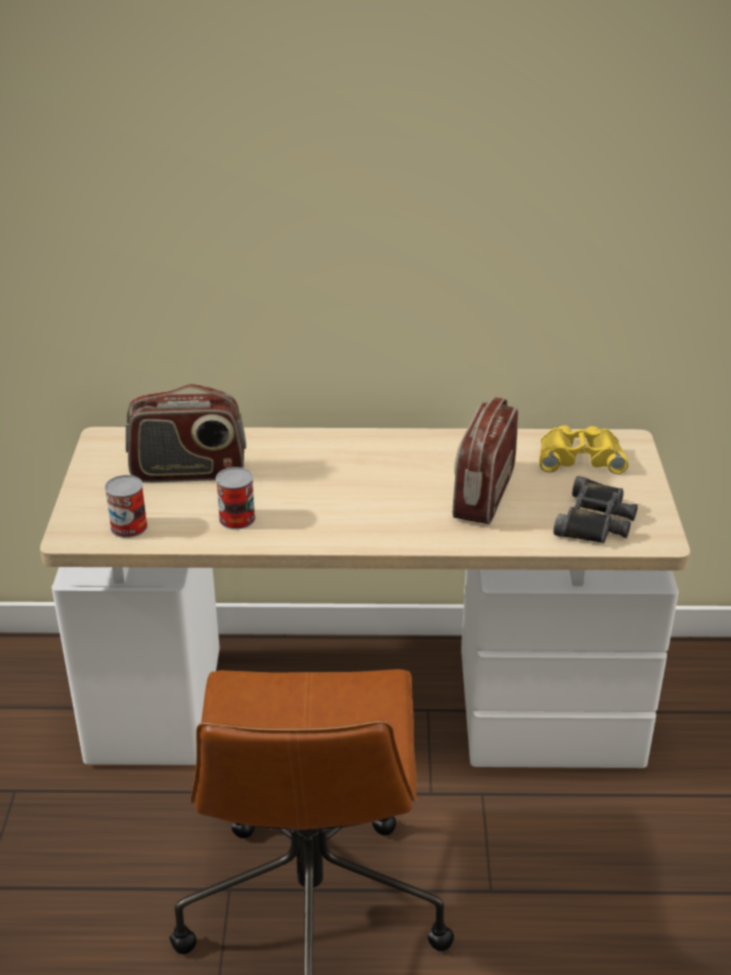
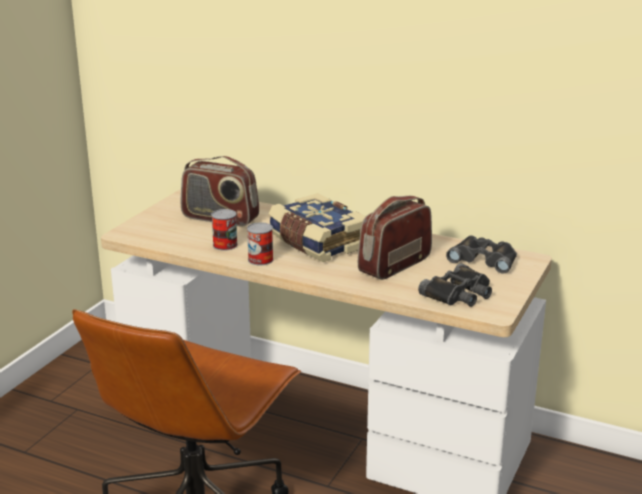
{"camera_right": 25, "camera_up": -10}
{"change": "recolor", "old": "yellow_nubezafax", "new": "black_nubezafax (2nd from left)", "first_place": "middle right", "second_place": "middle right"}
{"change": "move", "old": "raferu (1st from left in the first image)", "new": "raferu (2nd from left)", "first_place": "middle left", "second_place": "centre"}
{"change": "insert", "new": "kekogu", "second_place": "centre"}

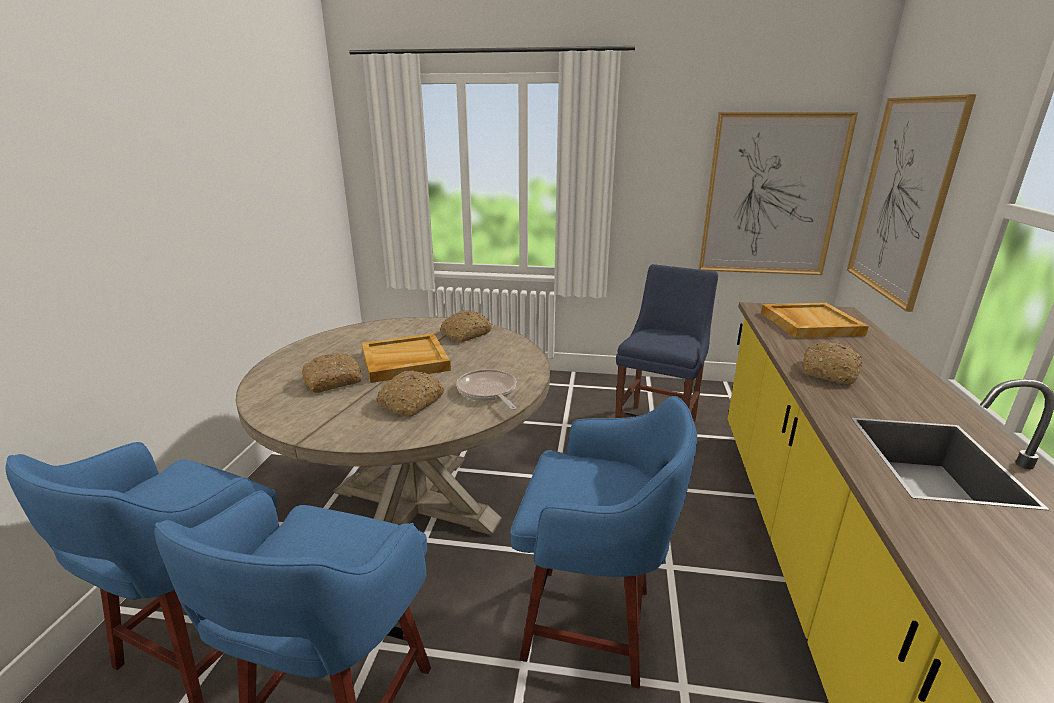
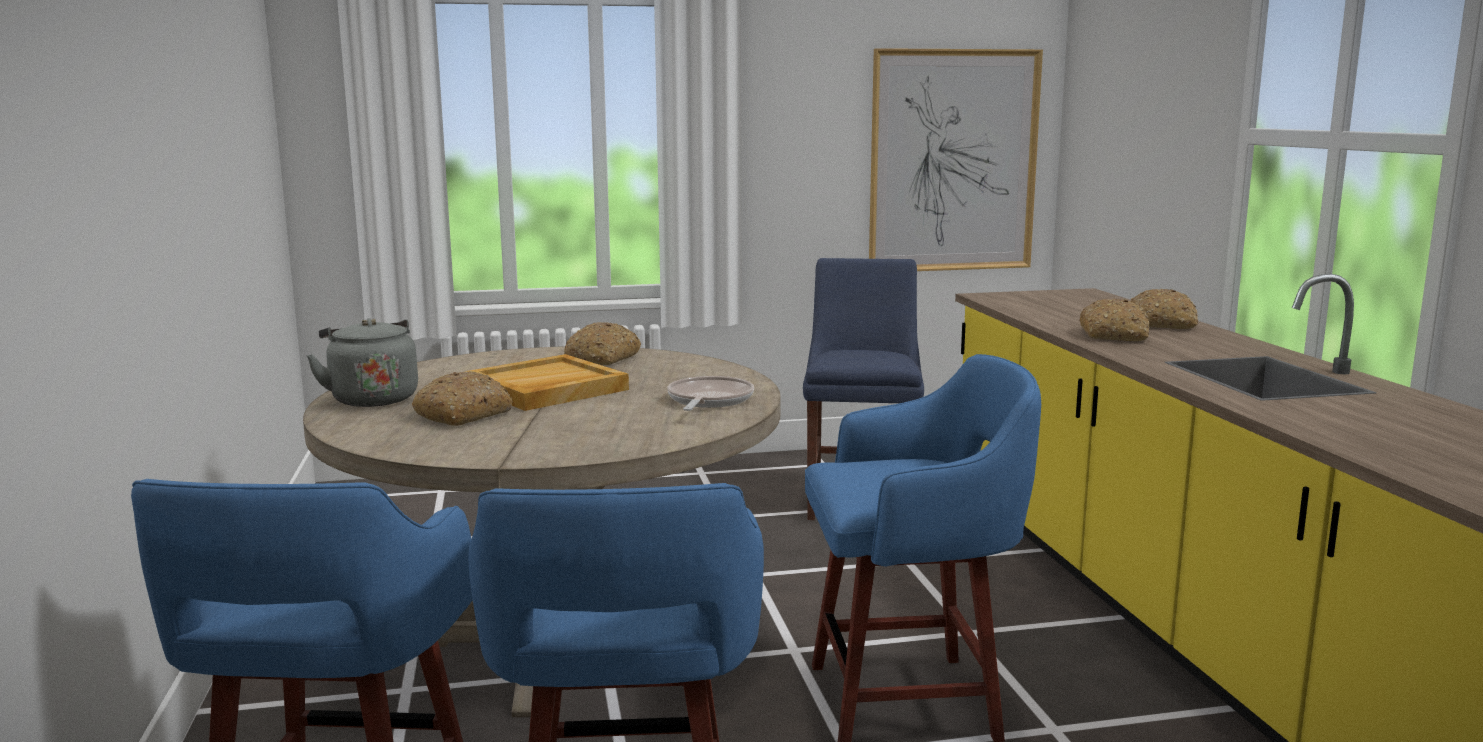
{"camera_right": -20, "camera_up": -10}
{"change": "delete", "old": "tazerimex (2nd from left)", "first_place": "top right"}
{"change": "delete", "old": "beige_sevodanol (2nd from left)", "first_place": "middle right"}
{"change": "rotate", "old": "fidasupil", "first_place": "centre", "second_place": "centre", "degrees": 60}
{"change": "move", "old": "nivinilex (2nd from left in the first image)", "new": "nivinilex (4th from left)", "first_place": "centre", "second_place": "middle right"}
{"change": "insert", "new": "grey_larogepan", "second_place": "middle left"}

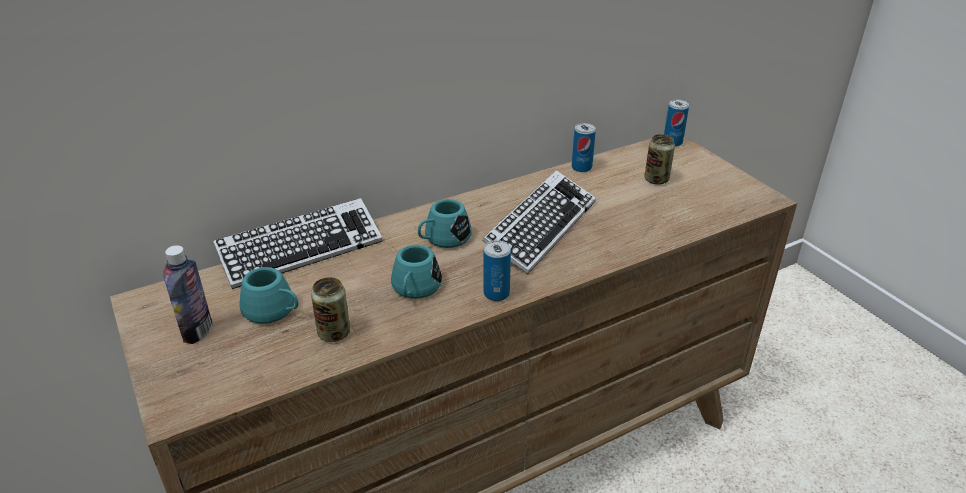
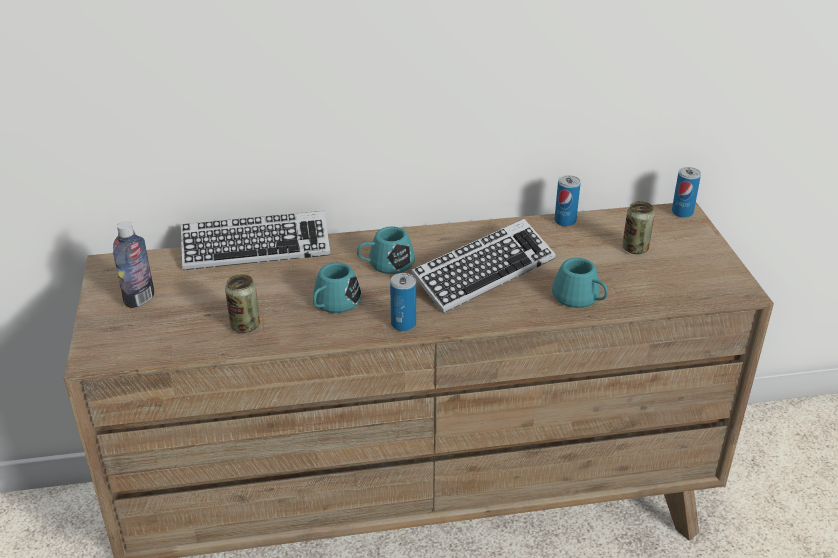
{"camera_right": 20, "camera_up": 0}
{"change": "move", "old": "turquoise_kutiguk (1st from left in the first image)", "new": "turquoise_kutiguk (3rd from left)", "first_place": "middle left", "second_place": "middle right"}

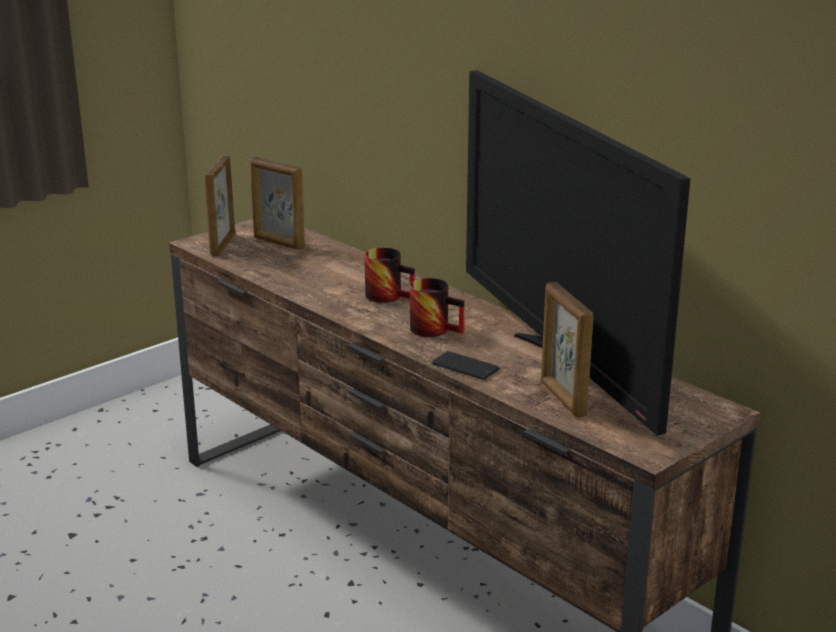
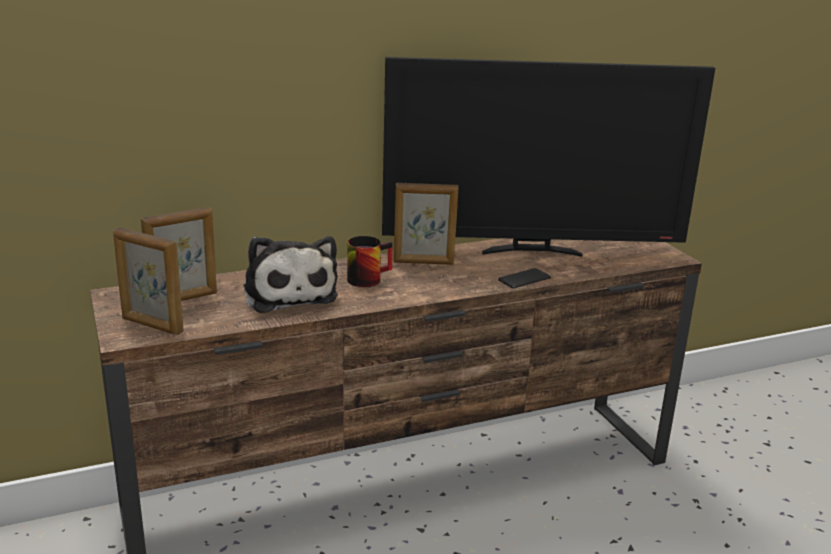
{"camera_right": -70, "camera_up": 0}
{"change": "delete", "old": "kutiguk (2nd from left)", "first_place": "centre"}
{"change": "move", "old": "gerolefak (3rd from left)", "first_place": "middle right", "second_place": "centre"}
{"change": "insert", "new": "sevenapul", "second_place": "centre"}

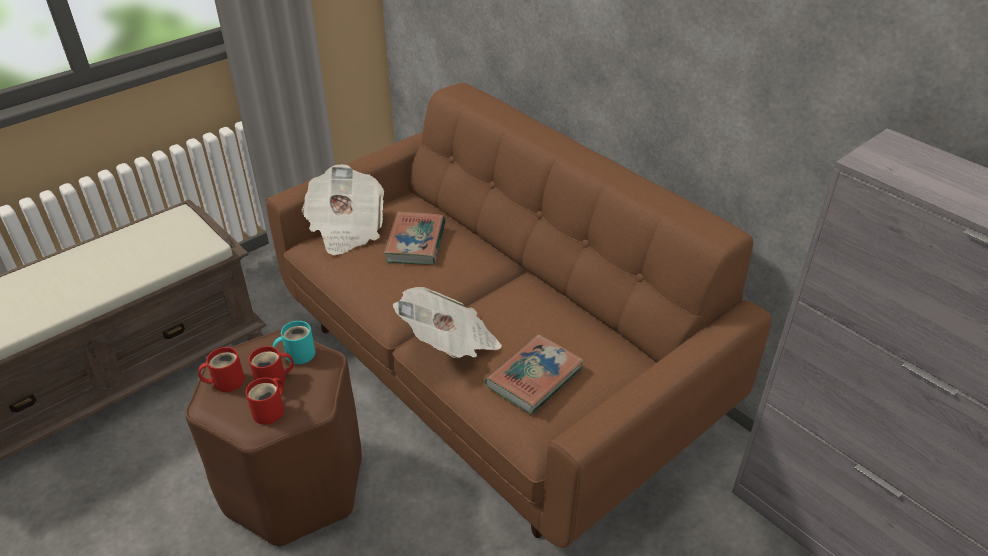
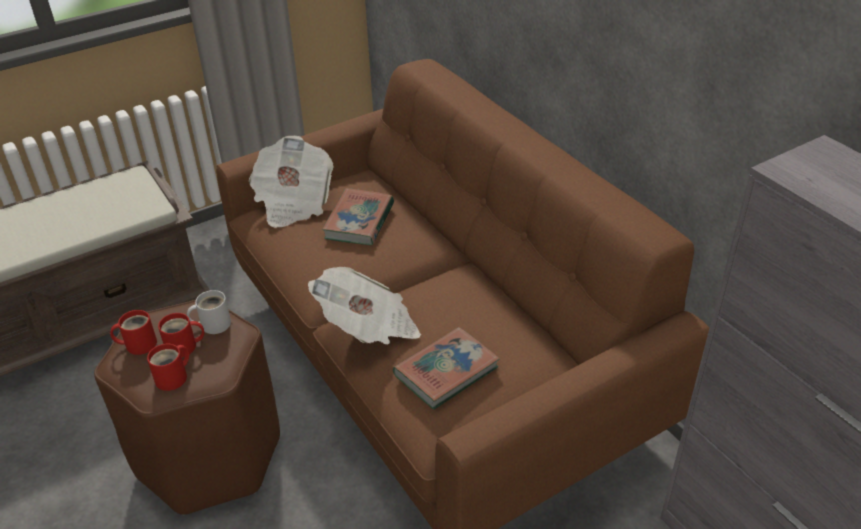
{"camera_right": 10, "camera_up": 0}
{"change": "recolor", "old": "turquoise_kutiguk", "new": "white_kutiguk", "first_place": "middle left", "second_place": "middle left"}

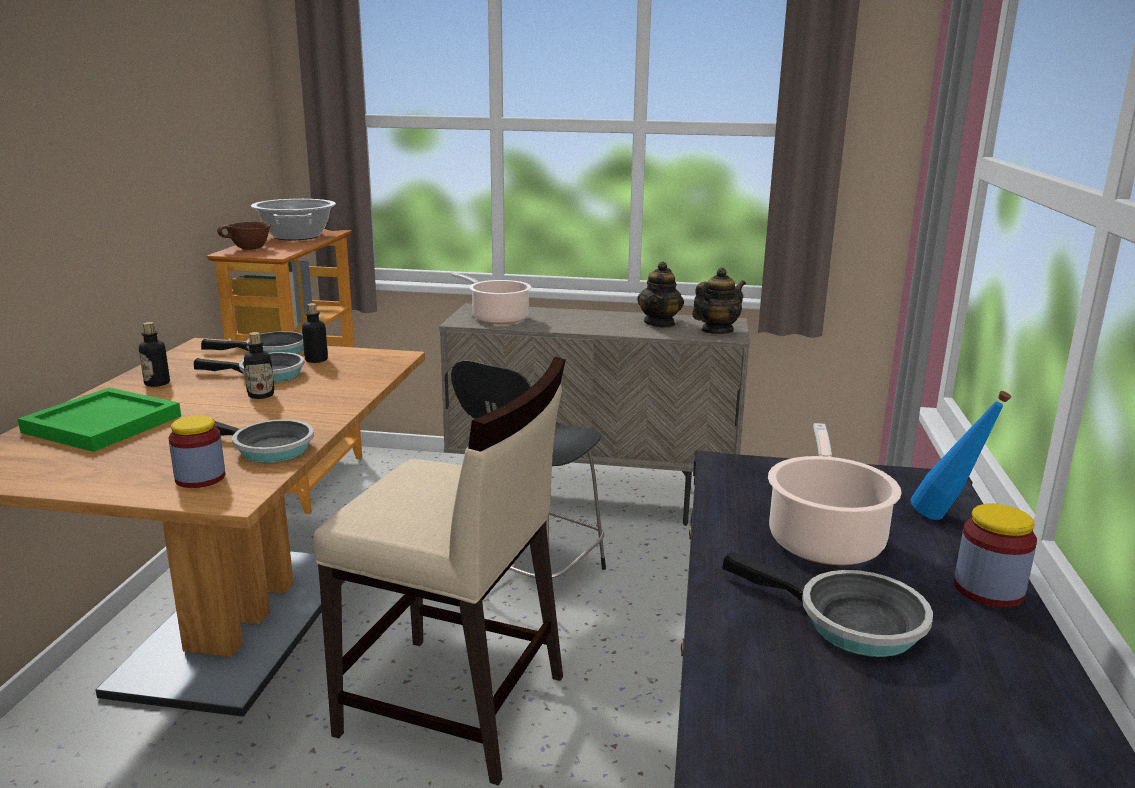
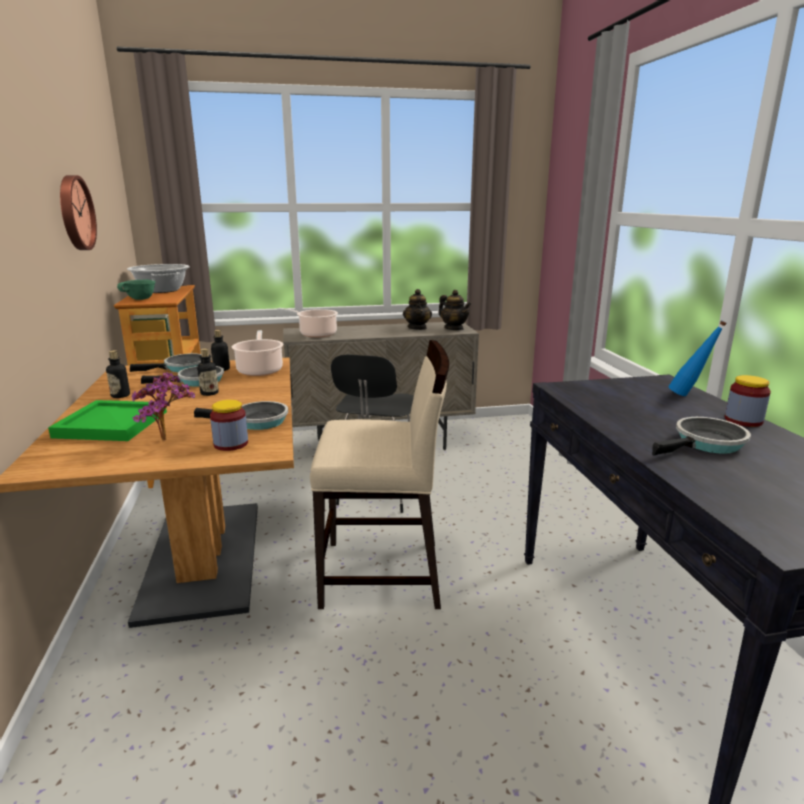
{"camera_right": -20, "camera_up": 0}
{"change": "recolor", "old": "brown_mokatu", "new": "green_mokatu", "first_place": "top left", "second_place": "middle left"}
{"change": "rotate", "old": "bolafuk (2nd from left)", "first_place": "centre", "second_place": "centre", "degrees": 105}
{"change": "move", "old": "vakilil (3rd from left in the first image)", "new": "vakilil (2nd from left)", "first_place": "middle right", "second_place": "middle left"}
{"change": "rotate", "old": "fidasupil (4th from left)", "first_place": "bottom right", "second_place": "middle right", "degrees": -45}
{"change": "insert", "new": "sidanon", "second_place": "top left"}
{"change": "insert", "new": "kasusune", "second_place": "middle left"}

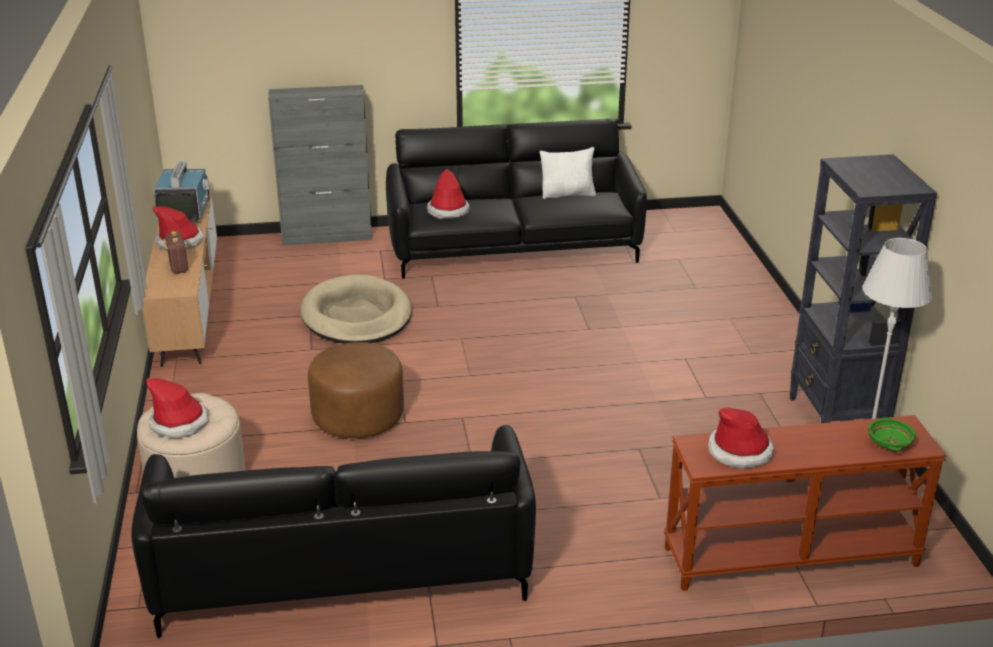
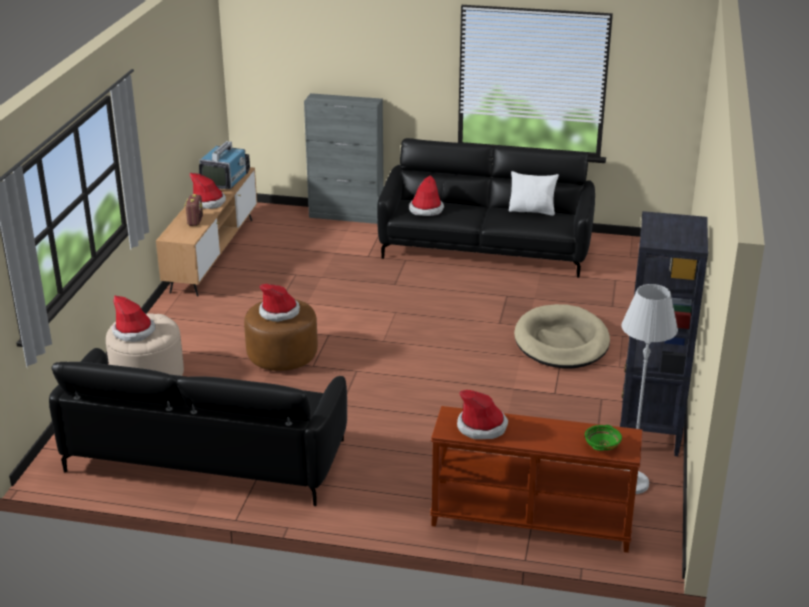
{"camera_right": 20, "camera_up": 0}
{"change": "move", "old": "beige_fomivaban", "first_place": "centre", "second_place": "middle right"}
{"change": "insert", "new": "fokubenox (3rd from left)", "second_place": "centre"}

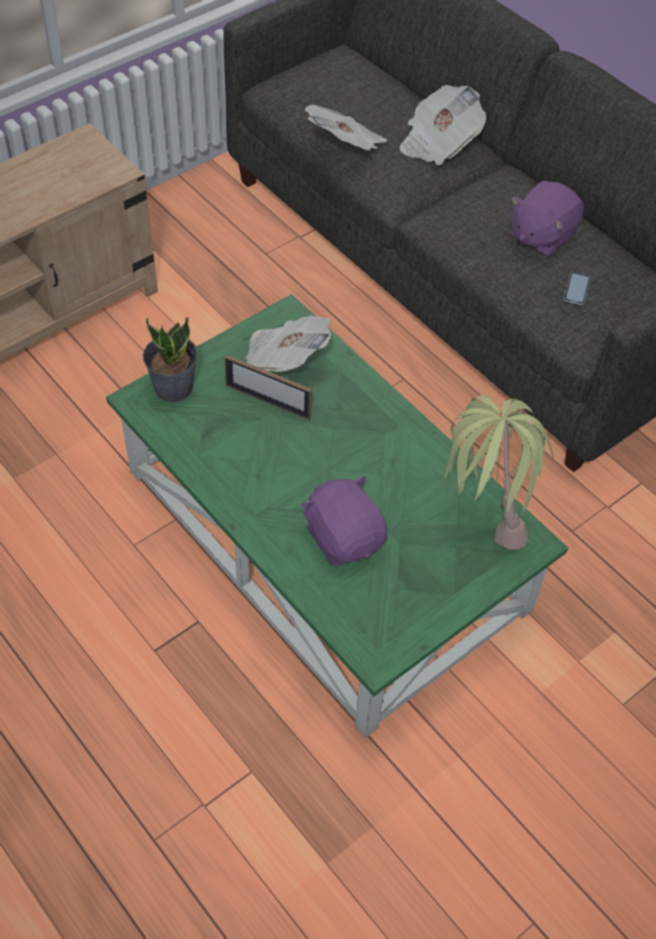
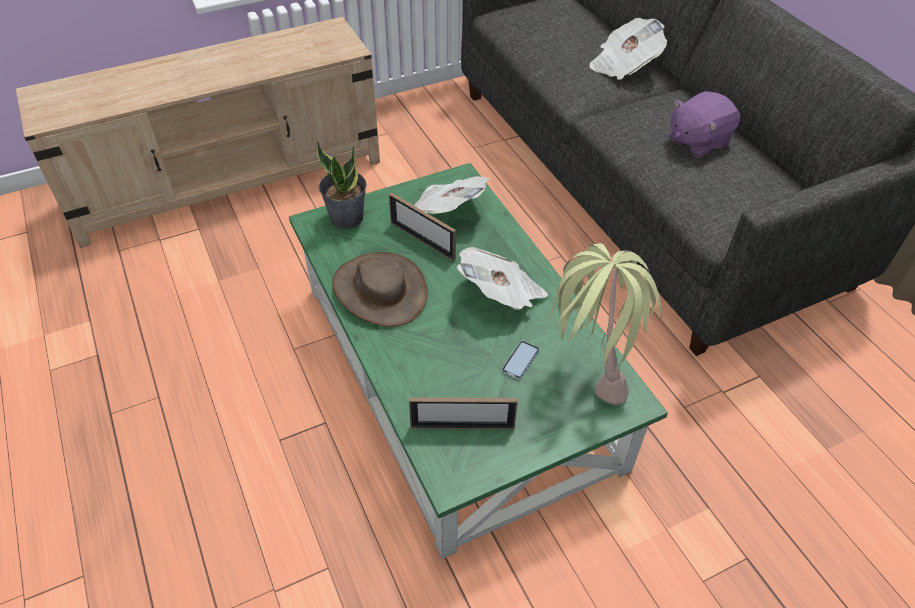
{"camera_right": 15, "camera_up": -5}
{"change": "move", "old": "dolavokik (2nd from left)", "first_place": "top centre", "second_place": "centre"}
{"change": "move", "old": "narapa", "first_place": "top right", "second_place": "centre"}
{"change": "delete", "old": "purple_sevenapul (1st from left)", "first_place": "centre"}
{"change": "insert", "new": "brown_fokubenox", "second_place": "centre"}
{"change": "insert", "new": "gerolefak (2nd from left)", "second_place": "bottom centre"}

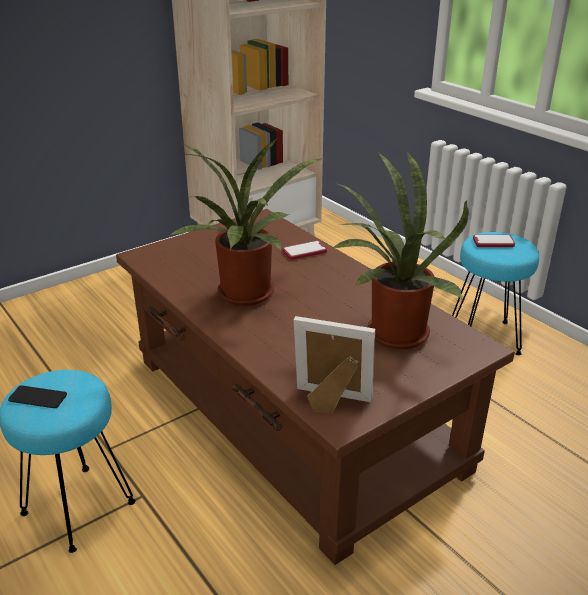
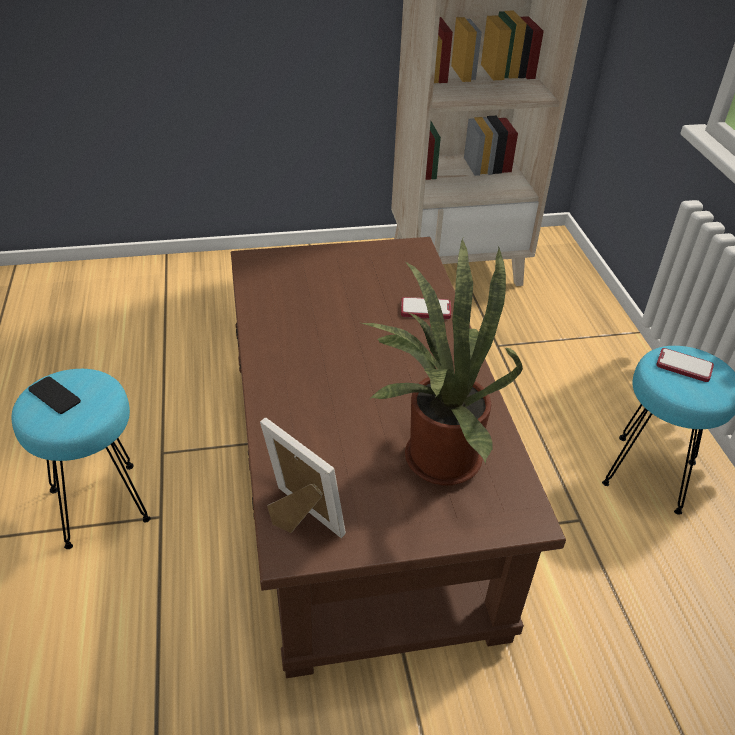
{"camera_right": 25, "camera_up": 10}
{"change": "delete", "old": "kasusune (1st from left)", "first_place": "centre"}

